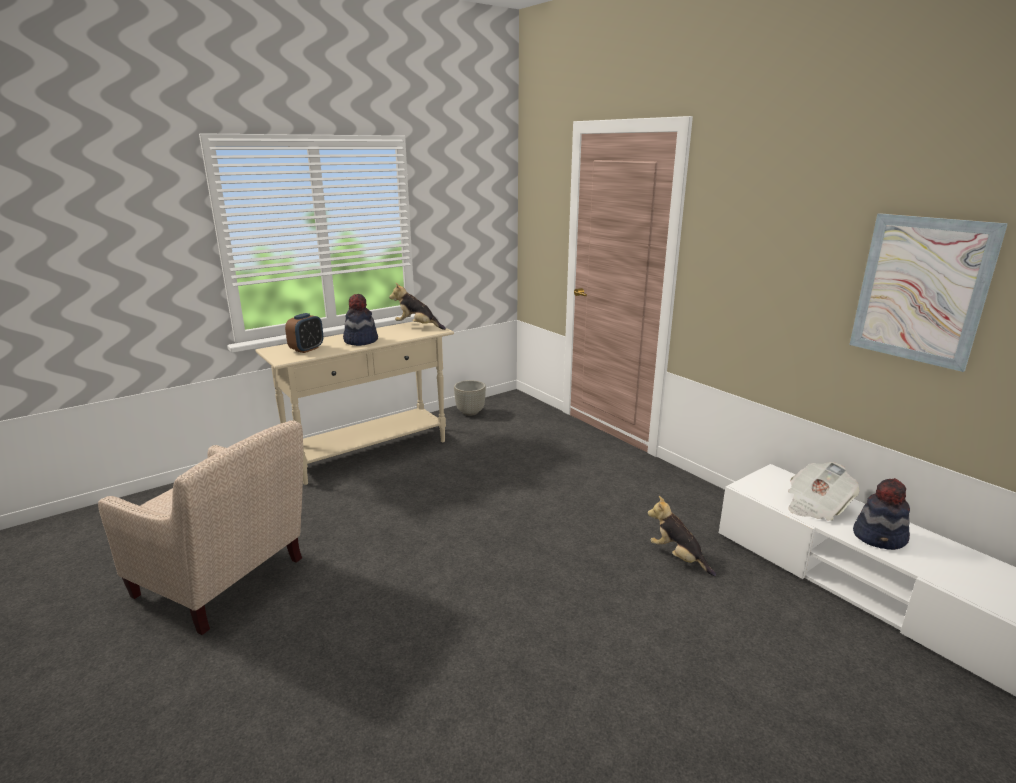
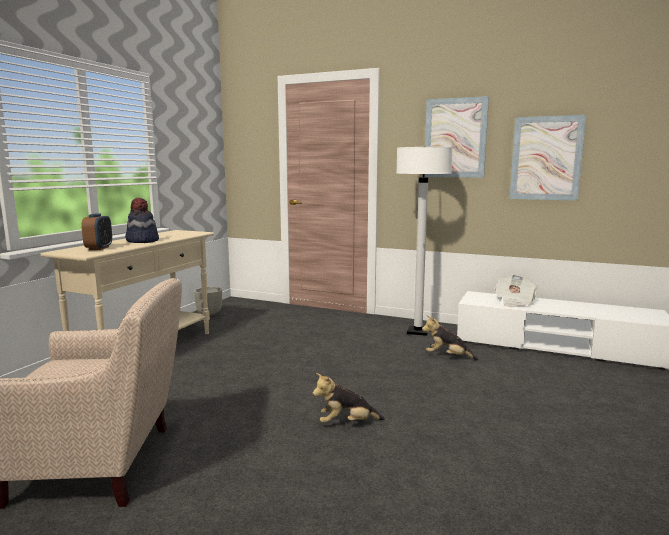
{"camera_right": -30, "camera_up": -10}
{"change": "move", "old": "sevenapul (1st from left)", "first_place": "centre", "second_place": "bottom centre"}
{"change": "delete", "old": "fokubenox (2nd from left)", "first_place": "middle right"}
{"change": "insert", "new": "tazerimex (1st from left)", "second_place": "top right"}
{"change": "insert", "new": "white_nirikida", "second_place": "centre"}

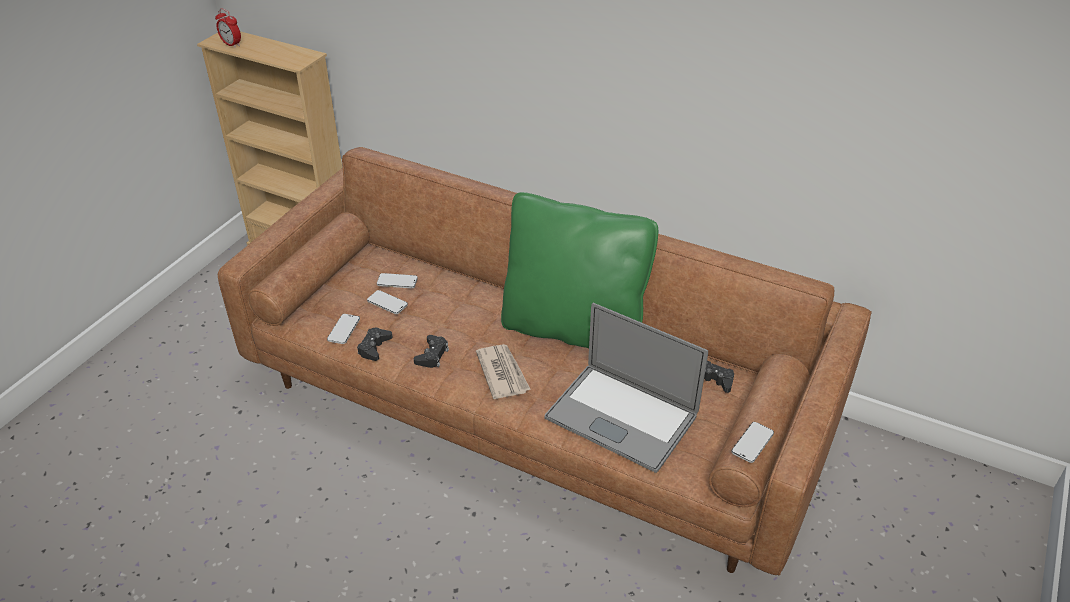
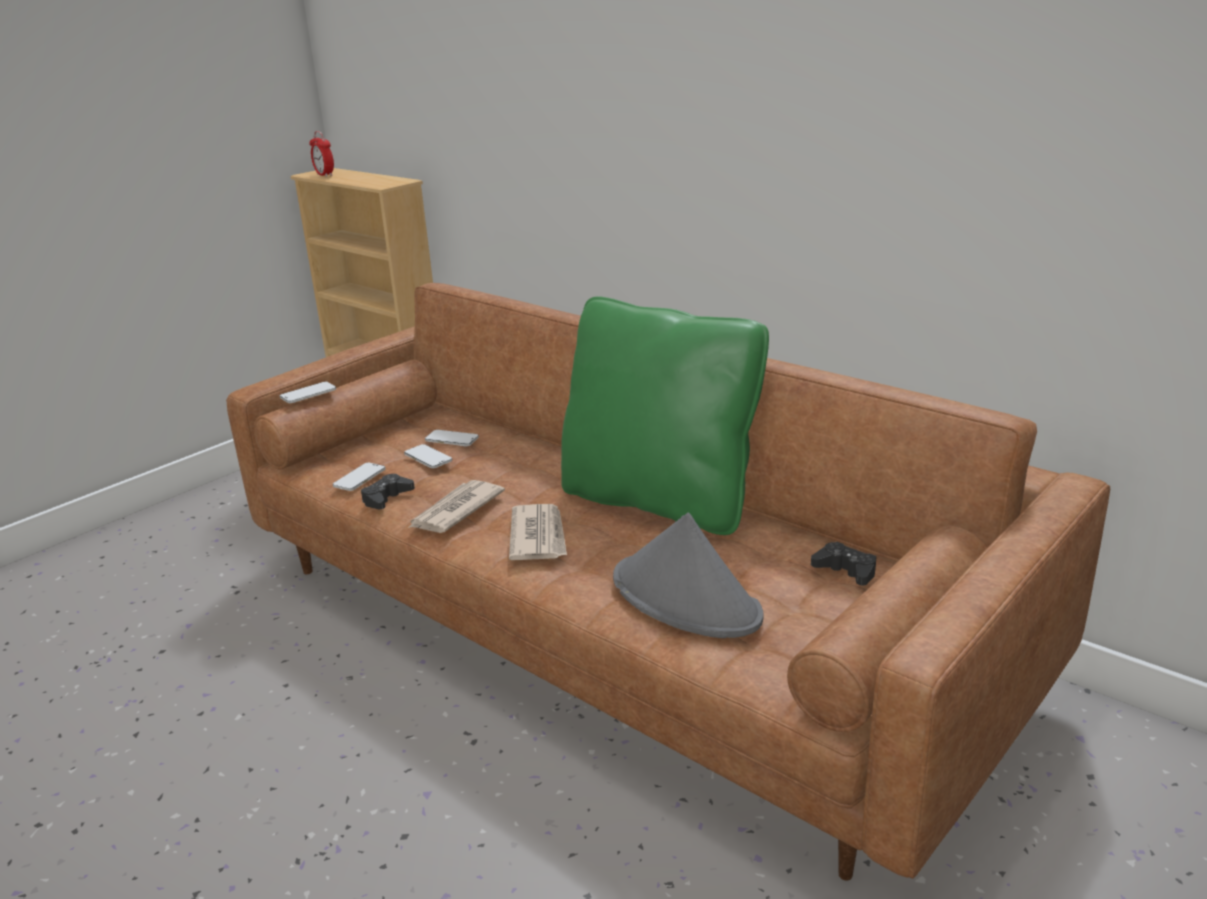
{"camera_right": 15, "camera_up": -15}
{"change": "replace", "old": "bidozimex", "new": "grey_fokubenox", "first_place": "centre", "second_place": "centre"}
{"change": "replace", "old": "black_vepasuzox (2nd from left)", "new": "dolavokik (1st from left)", "first_place": "centre", "second_place": "centre"}
{"change": "move", "old": "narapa (4th from left in the first image)", "new": "narapa (1st from left)", "first_place": "bottom right", "second_place": "middle left"}

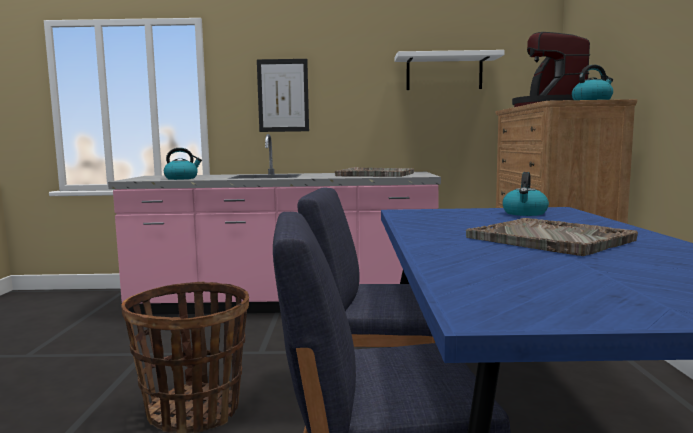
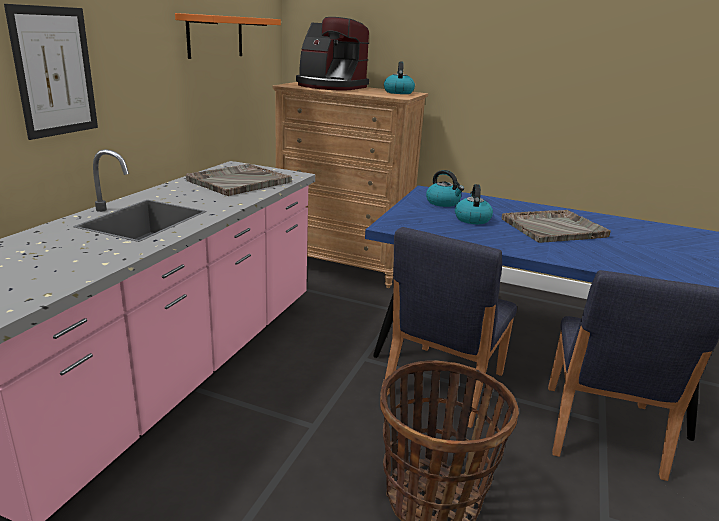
{"camera_right": -70, "camera_up": 15}
{"change": "recolor", "old": "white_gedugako", "new": "orange_gedugako", "first_place": "top centre", "second_place": "top left"}
{"change": "move", "old": "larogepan (1st from left in the first image)", "new": "larogepan (3rd from left)", "first_place": "middle left", "second_place": "centre"}

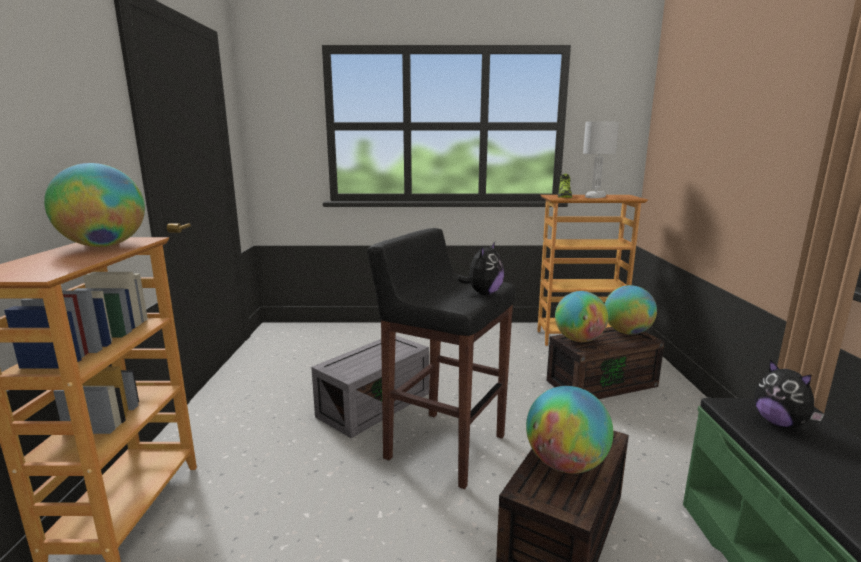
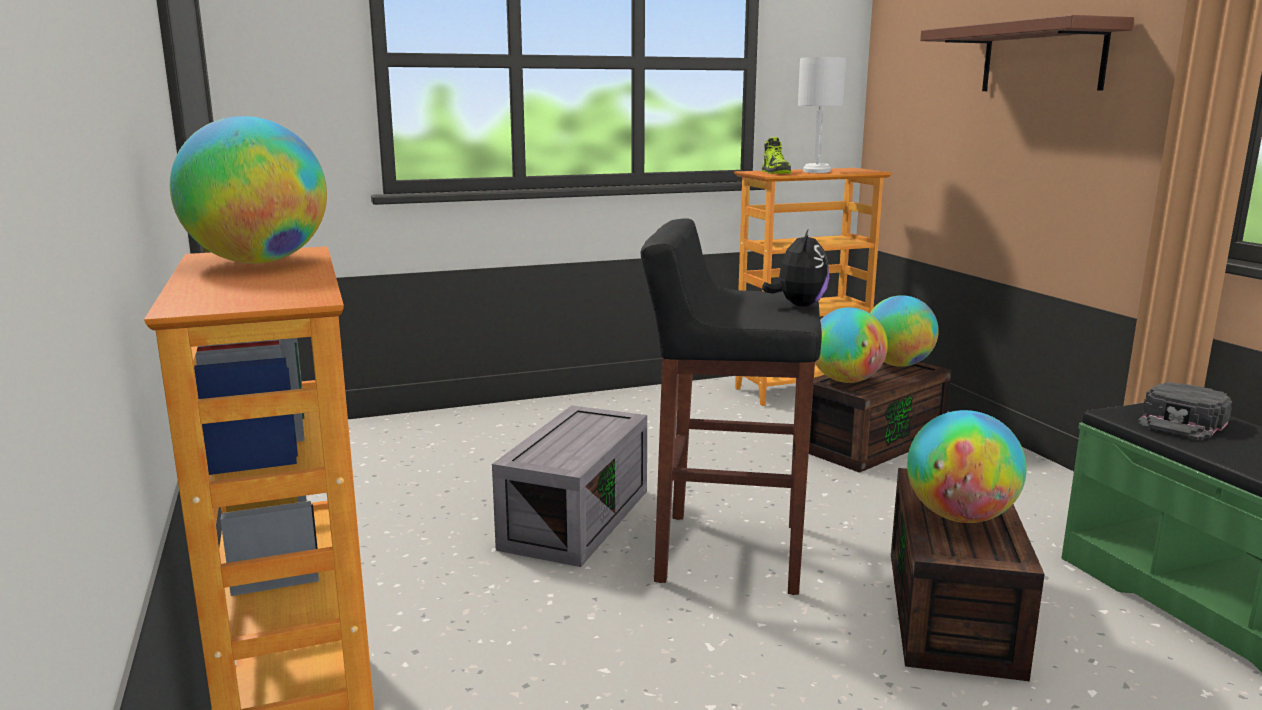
{"camera_right": -20, "camera_up": 0}
{"change": "replace", "old": "sevenapul (2nd from left)", "new": "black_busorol", "first_place": "bottom right", "second_place": "middle right"}
{"change": "insert", "new": "brown_gedugako", "second_place": "top right"}

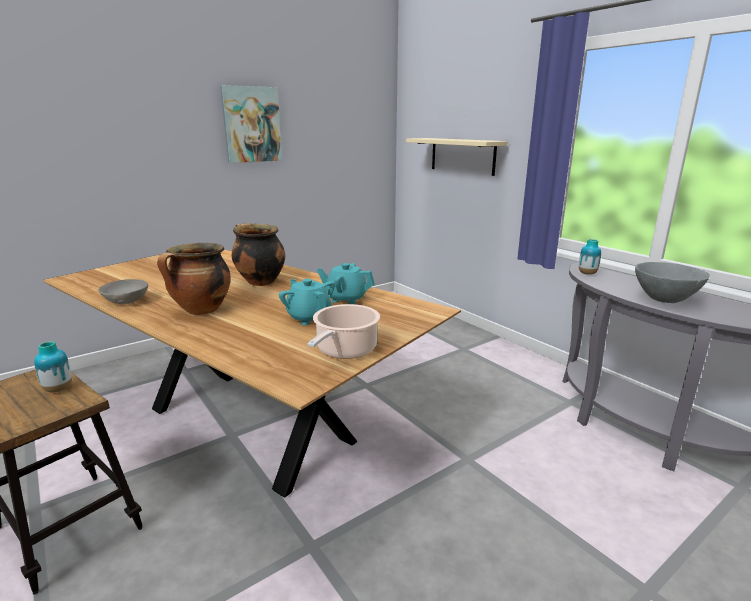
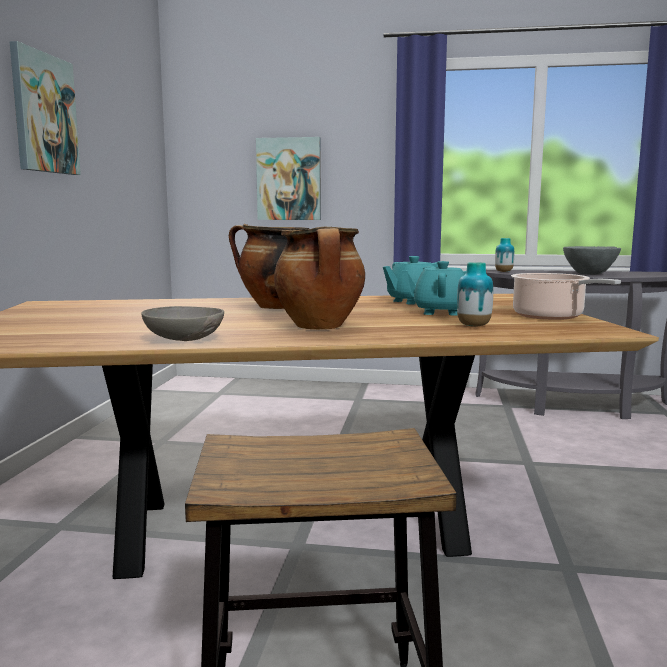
{"camera_right": -45, "camera_up": -10}
{"change": "replace", "old": "beige_gedugako", "new": "tazerimex (2nd from left)", "first_place": "top centre", "second_place": "top centre"}
{"change": "move", "old": "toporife (1st from left)", "first_place": "middle left", "second_place": "middle right"}

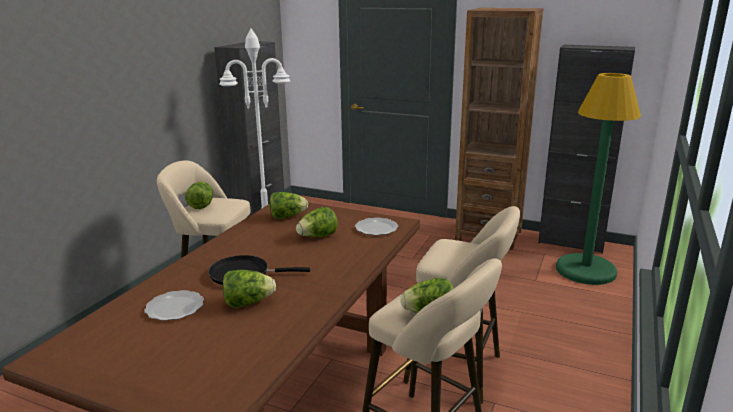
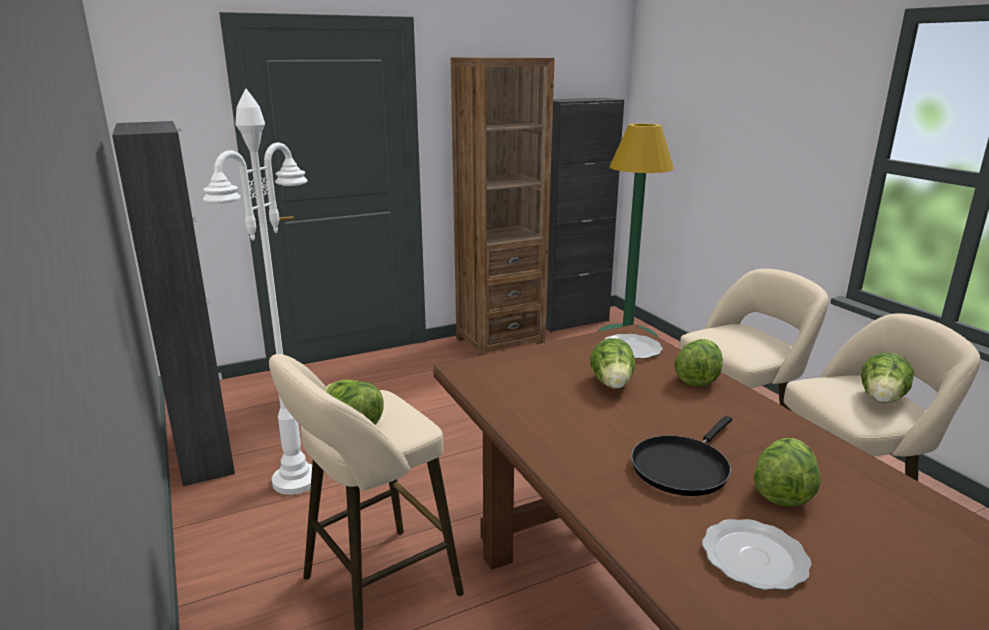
{"camera_right": -50, "camera_up": 0}
{"change": "move", "old": "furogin (3rd from left)", "first_place": "centre", "second_place": "middle right"}

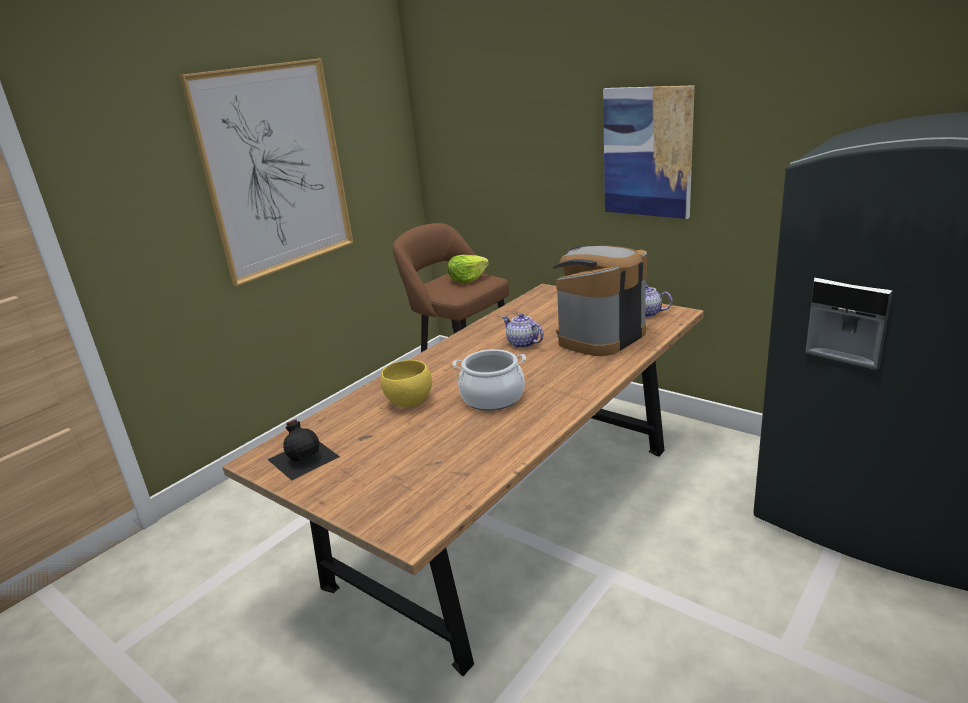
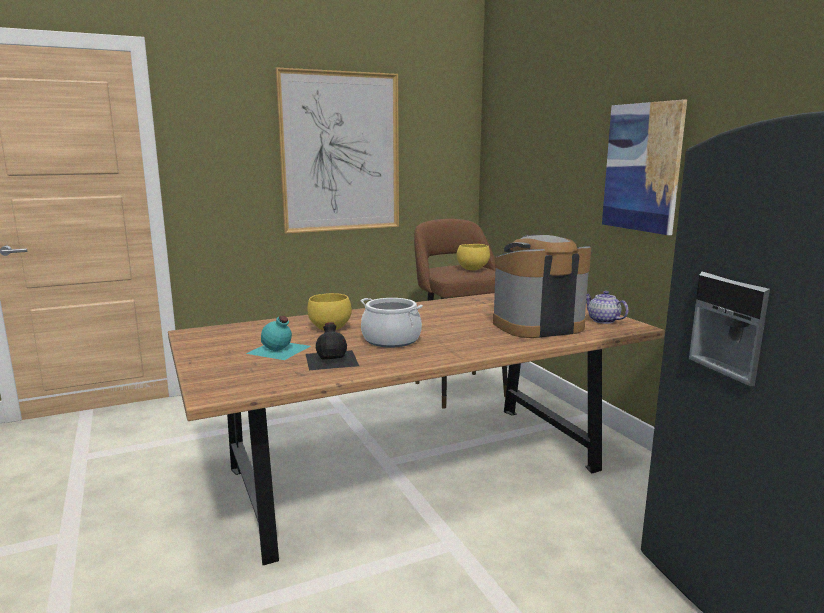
{"camera_right": 25, "camera_up": -10}
{"change": "replace", "old": "furogin", "new": "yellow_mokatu (2nd from left)", "first_place": "centre", "second_place": "centre"}
{"change": "delete", "old": "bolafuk (1st from left)", "first_place": "centre"}
{"change": "move", "old": "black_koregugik", "first_place": "middle left", "second_place": "centre"}
{"change": "insert", "new": "turquoise_koregugik", "second_place": "centre"}

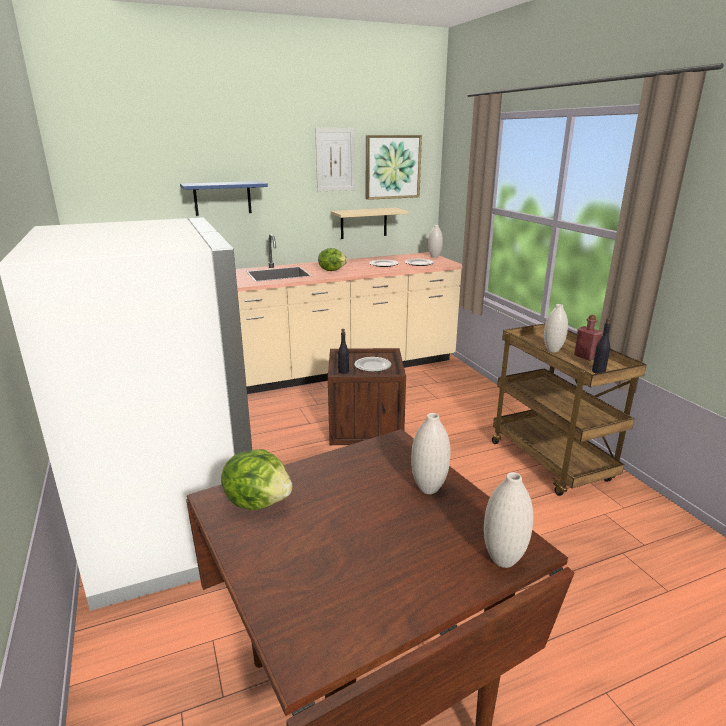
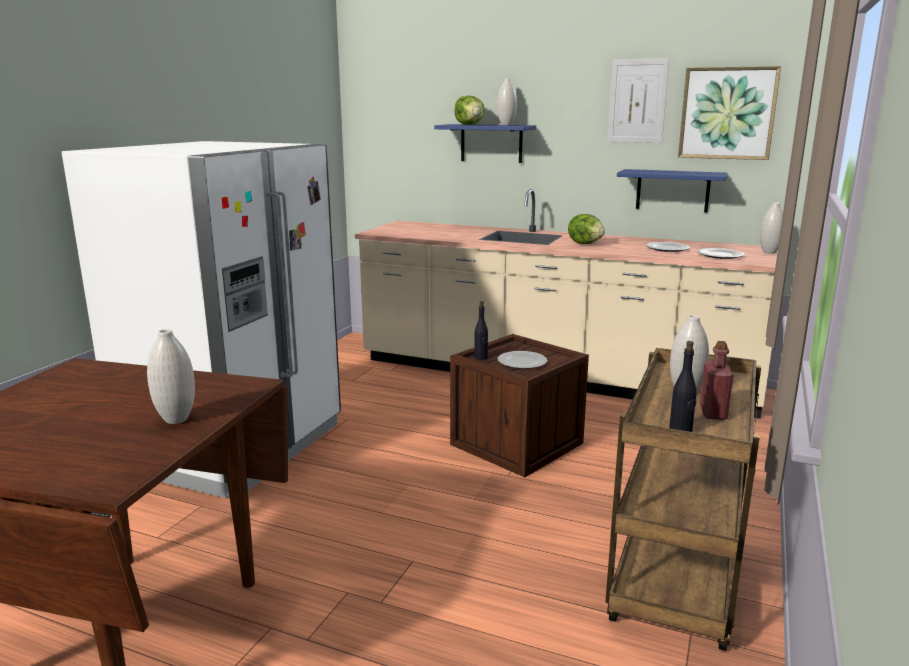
{"camera_right": 45, "camera_up": -5}
{"change": "recolor", "old": "beige_gedugako", "new": "blue_gedugako (2nd from left)", "first_place": "top centre", "second_place": "top right"}
{"change": "move", "old": "furogin (1st from left)", "first_place": "centre", "second_place": "top centre"}
{"change": "move", "old": "white_toporife (3rd from left in the first image)", "new": "white_toporife (2nd from left)", "first_place": "bottom right", "second_place": "top centre"}

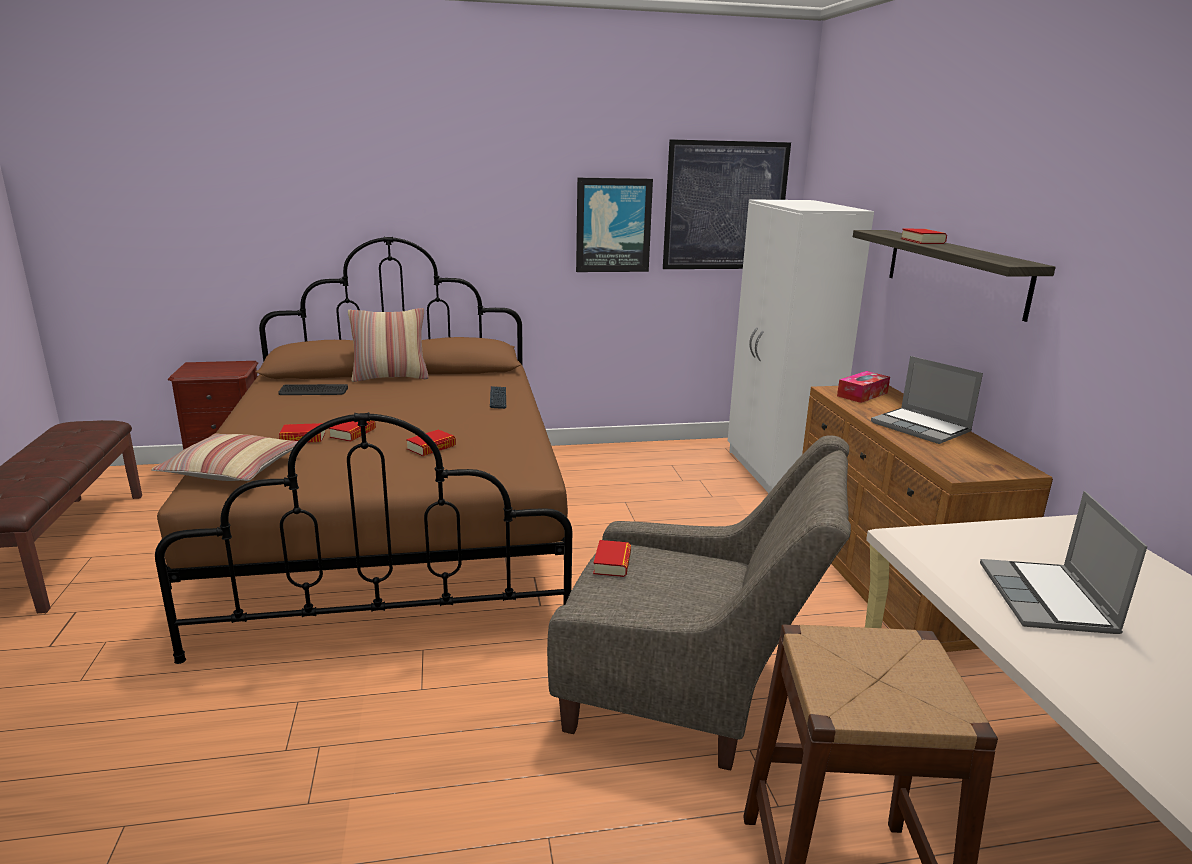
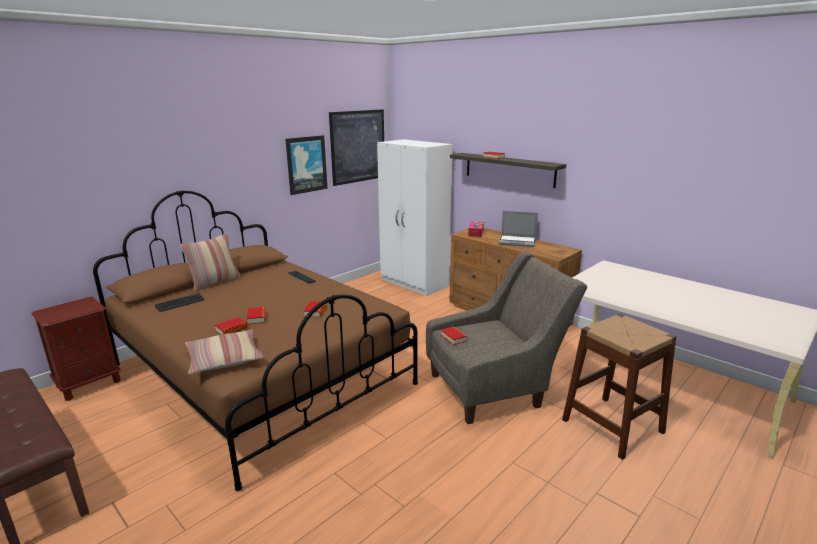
{"camera_right": -35, "camera_up": 0}
{"change": "delete", "old": "bidozimex (2nd from left)", "first_place": "middle right"}

